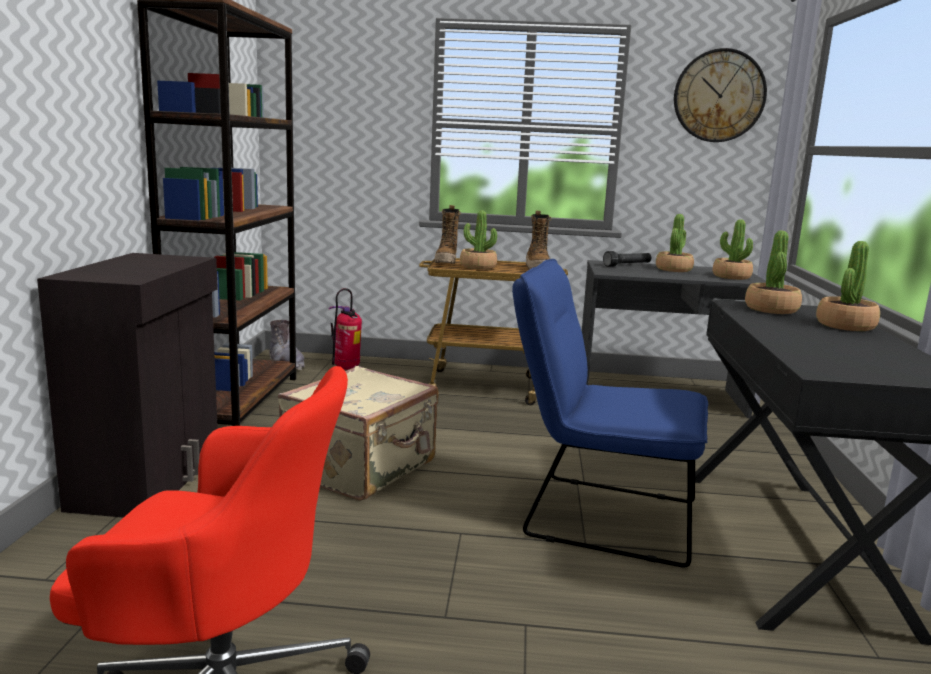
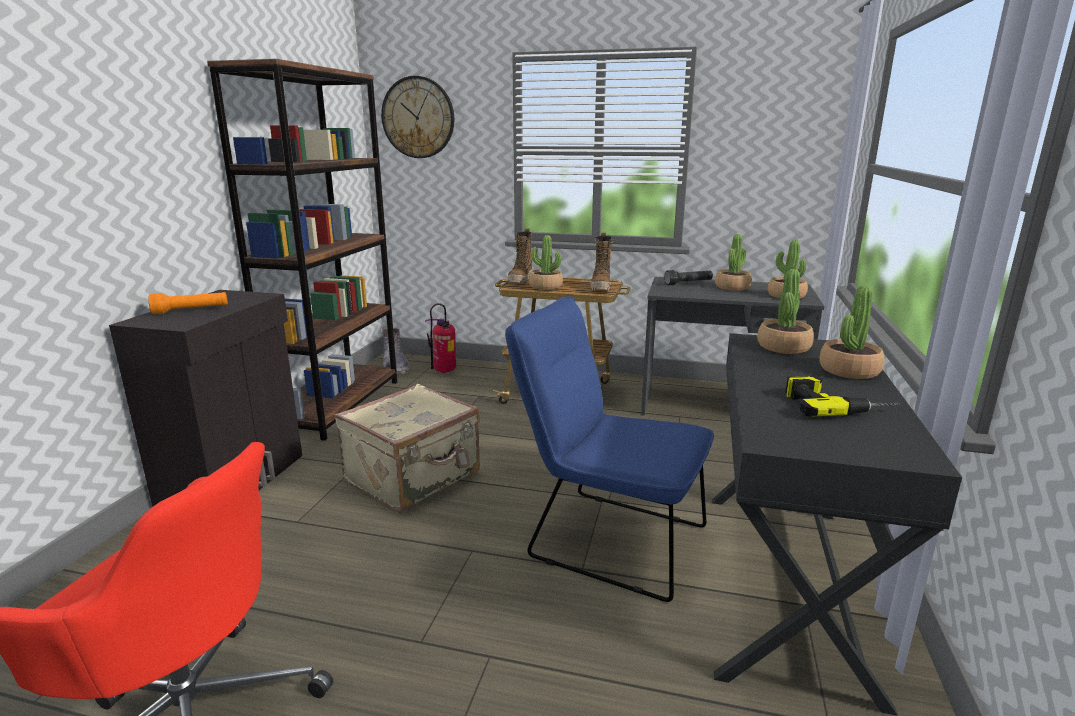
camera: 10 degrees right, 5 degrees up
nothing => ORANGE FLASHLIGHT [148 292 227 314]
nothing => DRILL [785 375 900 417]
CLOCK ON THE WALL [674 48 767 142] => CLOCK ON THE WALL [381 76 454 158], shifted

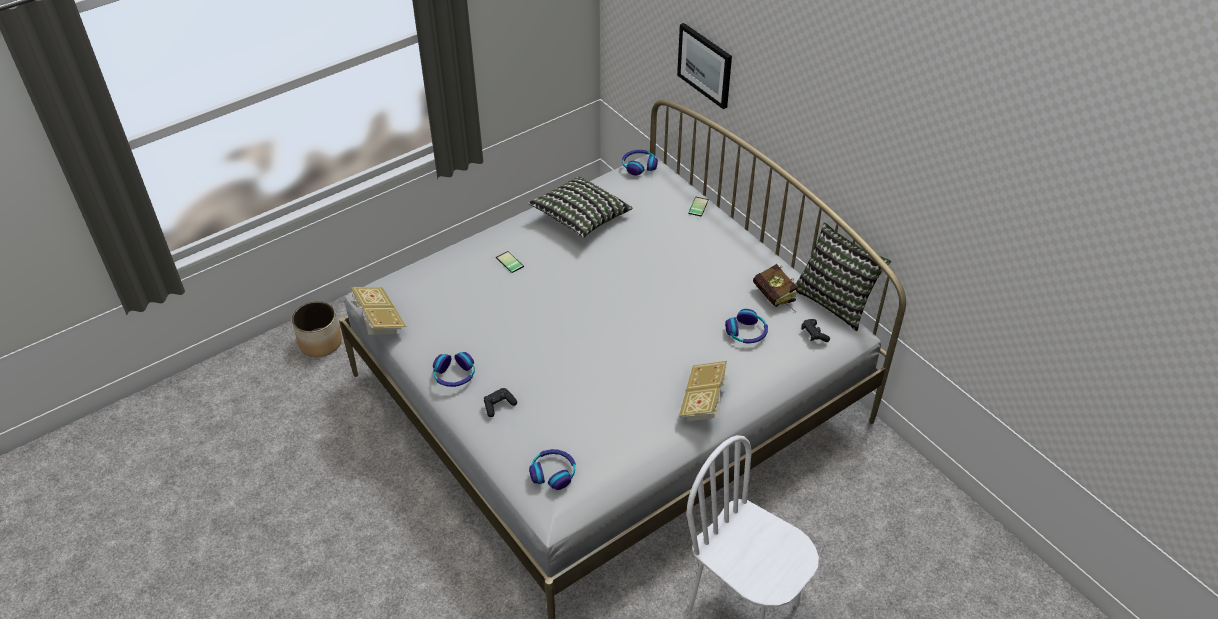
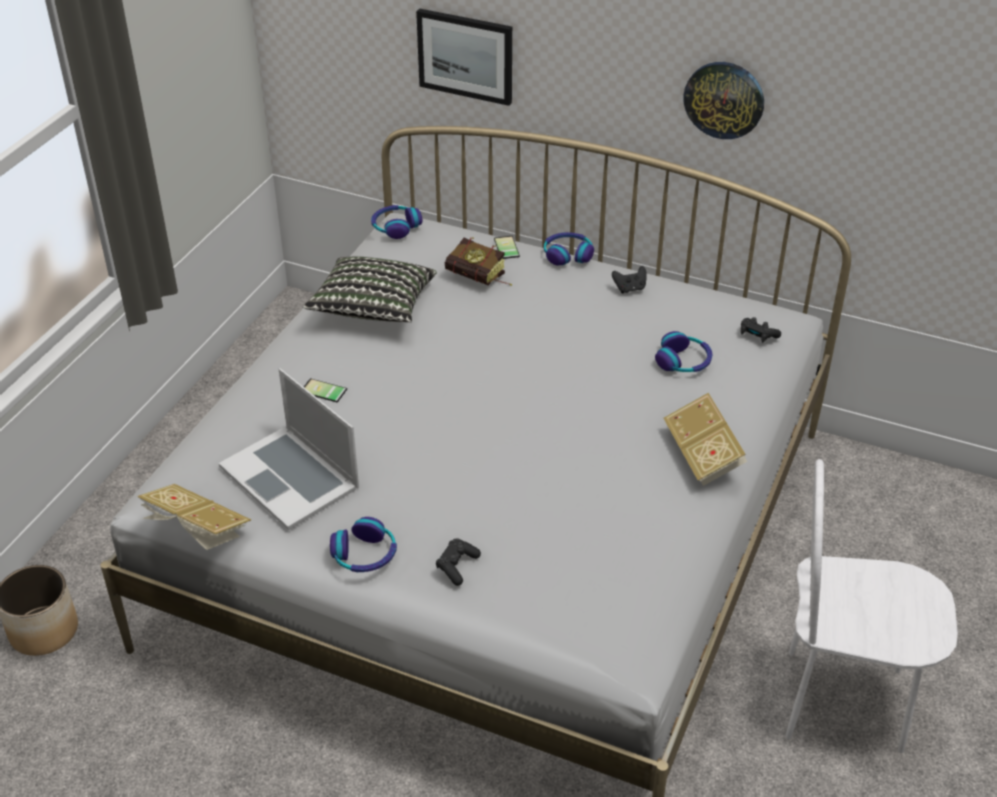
camera: 30 degrees left, 5 degrees down
THROW PILLOW [795 223 891 331] => nothing
nothing => NOTEBOOK COMPUTER [219 368 359 530]
nothing => BLACK JOYPAD [612 266 647 293]
nothing => CLOCK ON THE WALL [683 62 764 139]
HEADPHONES [529 449 575 490] => HEADPHONES [544 232 594 266], shifted
BOUND BOOK [753 264 798 312] => BOUND BOOK [445 237 512 285], shifted

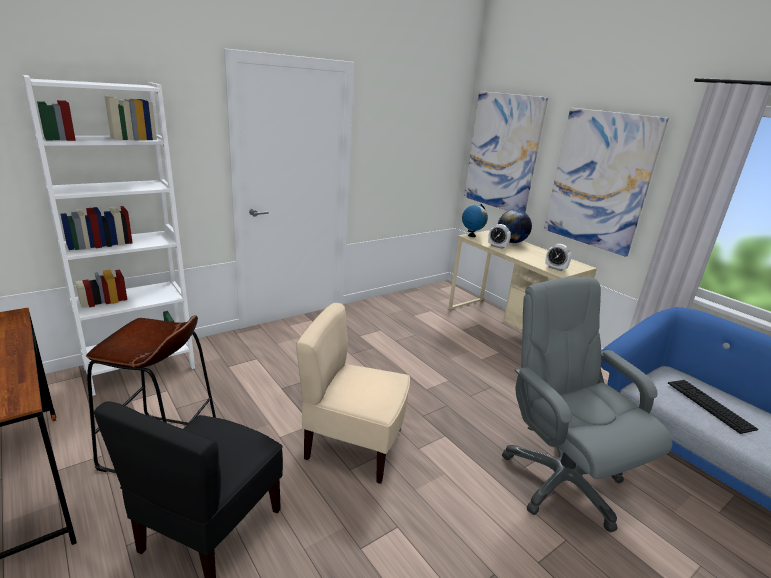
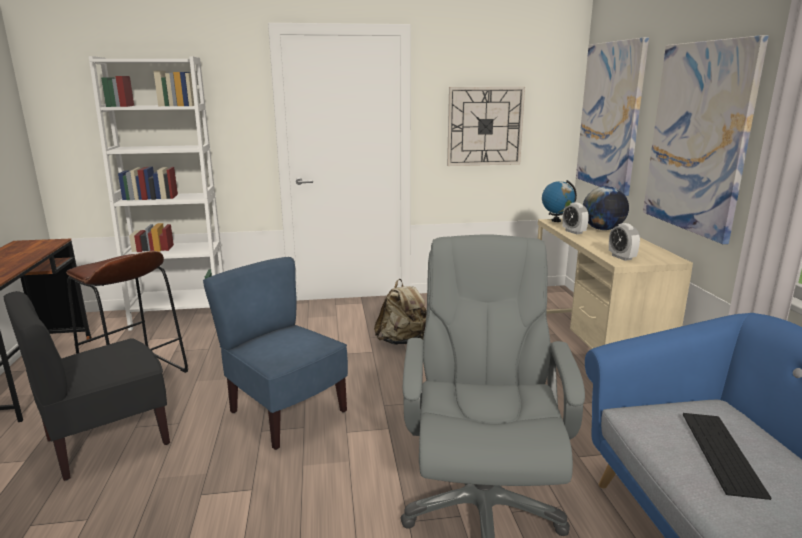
camera: 30 degrees right, 5 degrees down
nothing => BEIGE-COLOURED RUCKSACK [374 279 427 345]
nothing => CLOCK ON THE WALL [447 87 525 166]
BEIGE-COLOURED UPRIGHT CHAIR [296 303 410 484] => BLUE-COLOURED UPRIGHT CHAIR [203 257 348 450]

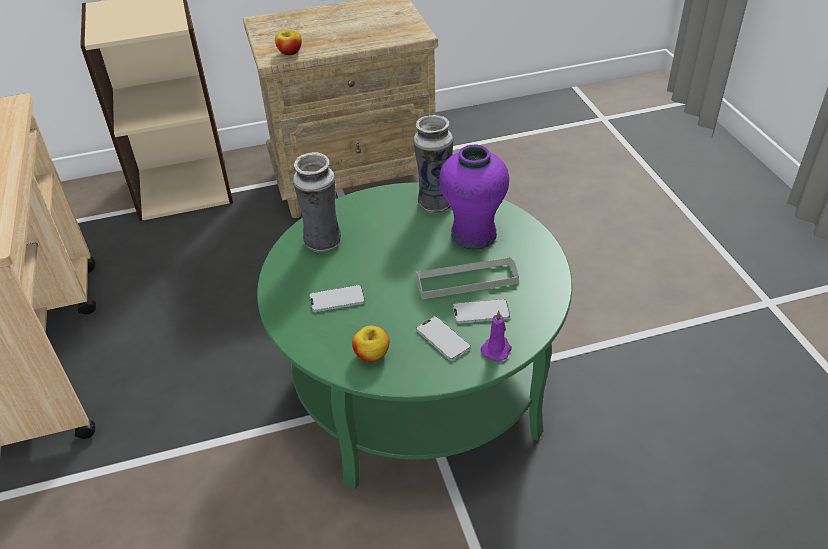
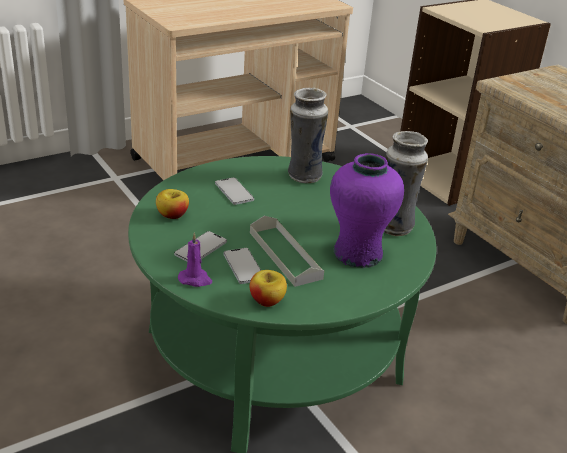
camera: 70 degrees right, 10 degrees down
APPLE FRUIT [275 30 302 55] => APPLE FRUIT [250 270 287 307], shifted

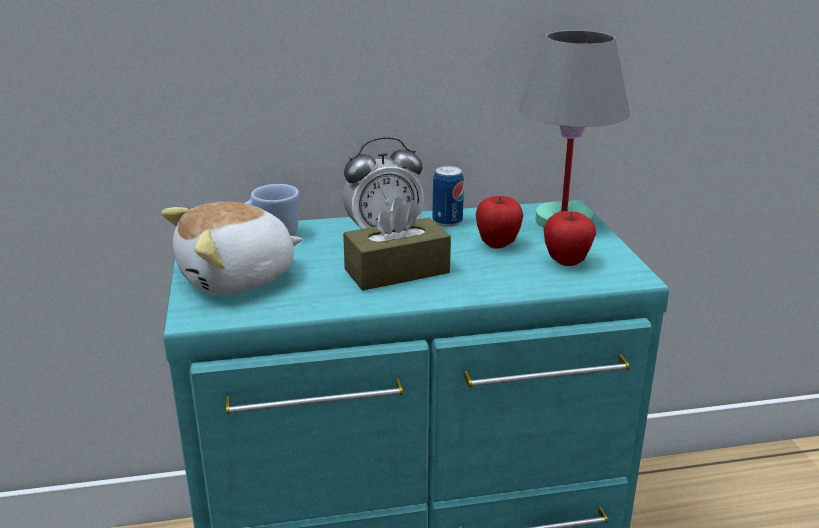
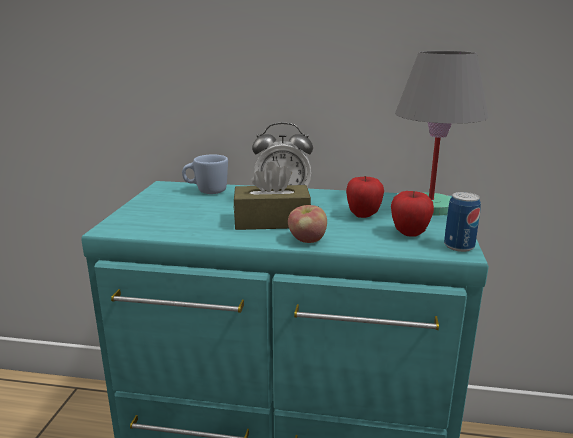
camera: 20 degrees right, 5 degrees down
CUDDLY TOY [161 202 303 295] => nothing
nothing => APPLE FRUIT [288 205 327 243]
CAN [432 166 464 227] => CAN [444 192 481 252], shifted

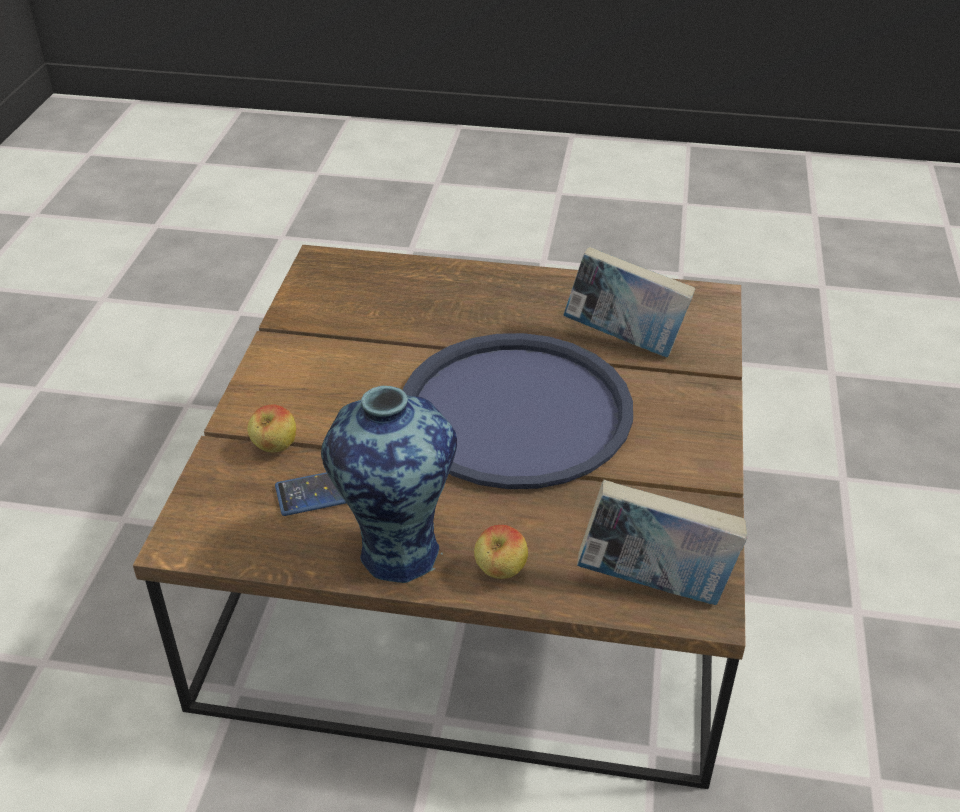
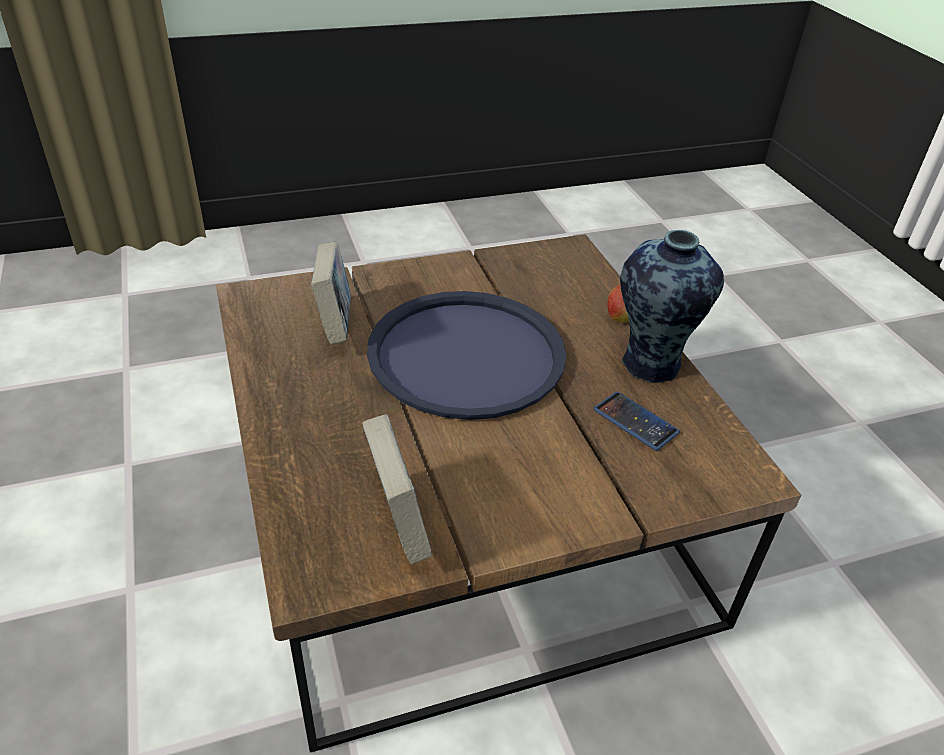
camera: 120 degrees left, 0 degrees up
APPLE FRUIT [247 404 296 452] => nothing
BOUND BOOK [577 480 747 605] => BOUND BOOK [362 415 432 564], shifted

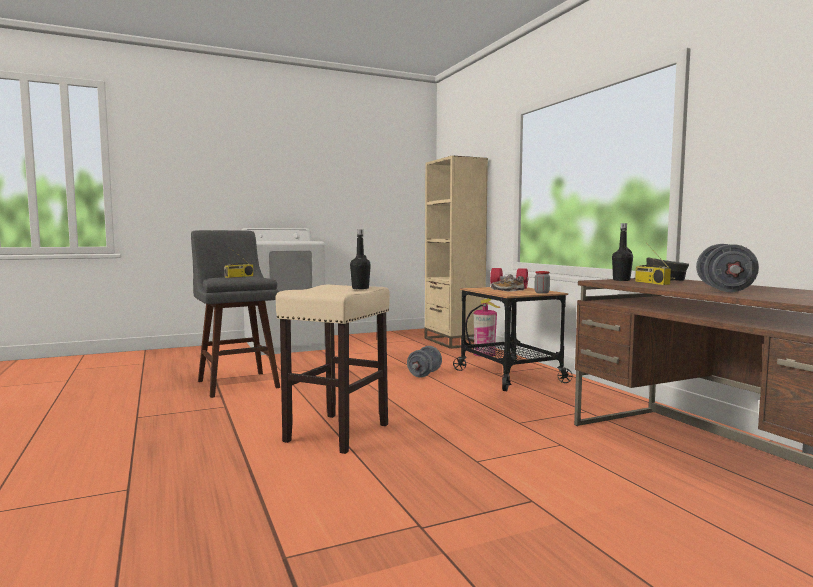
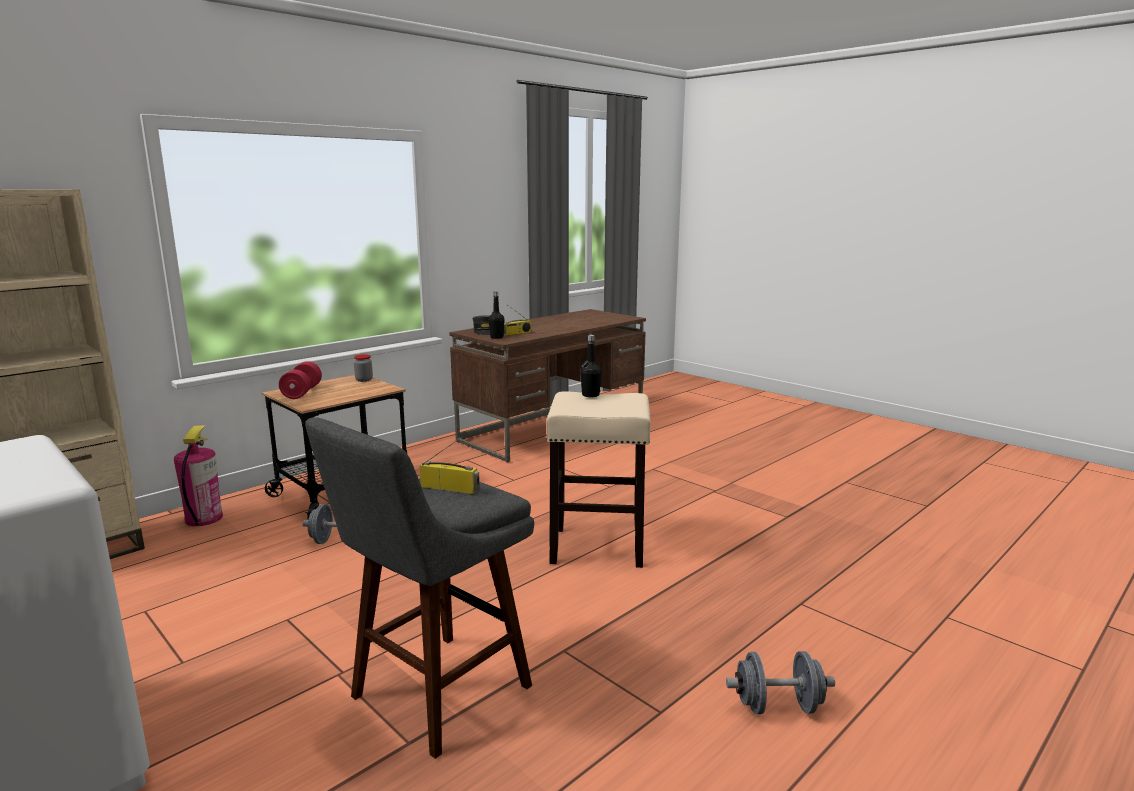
camera: 110 degrees left, 10 degrees up
SHOE [491 274 524 292] => nothing
GREY DUMBBELL [696 244 759 292] => GREY DUMBBELL [726 651 835 714], shifted

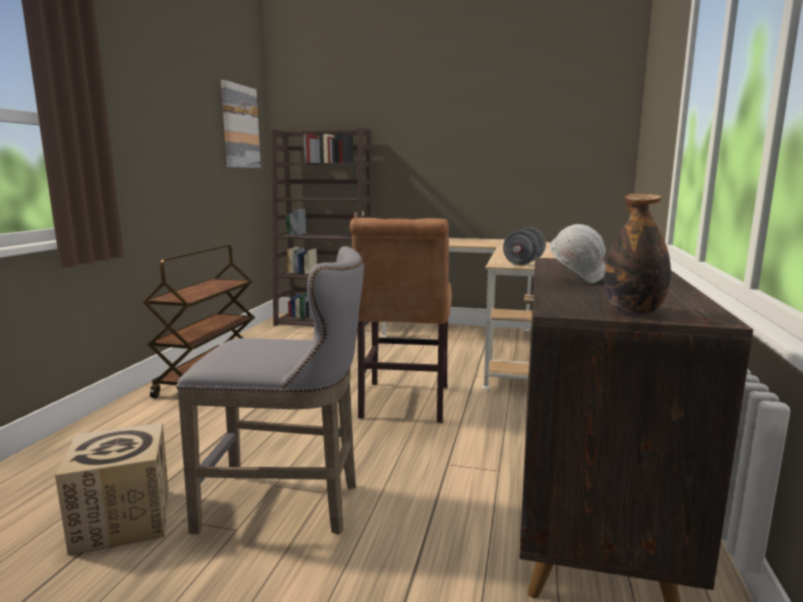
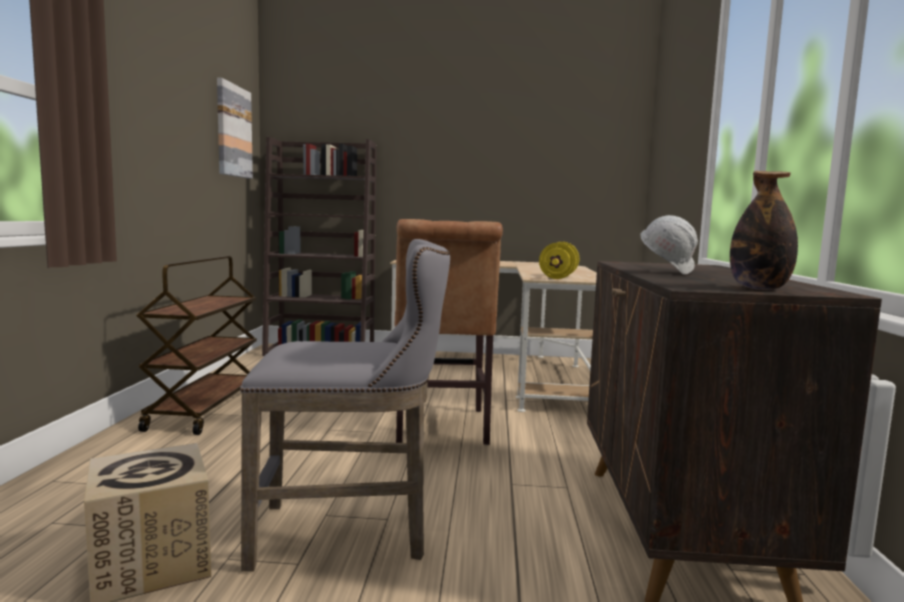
camera: 10 degrees left, 5 degrees down
GREY DUMBBELL [503 227 546 265] => YELLOW DUMBBELL [539 242 579 279]

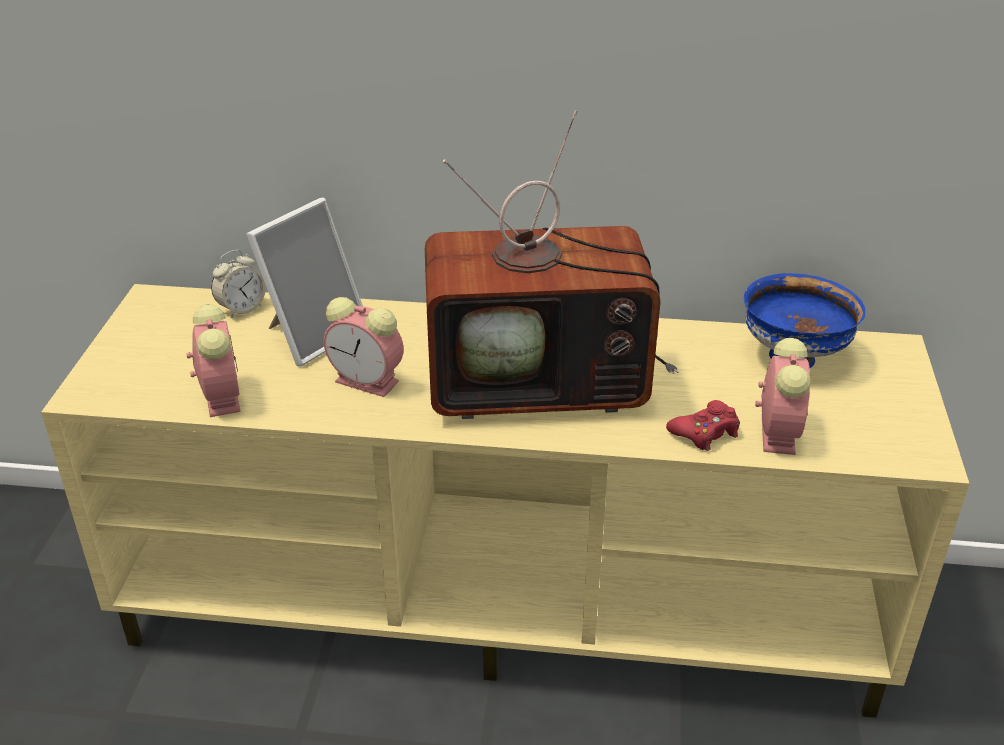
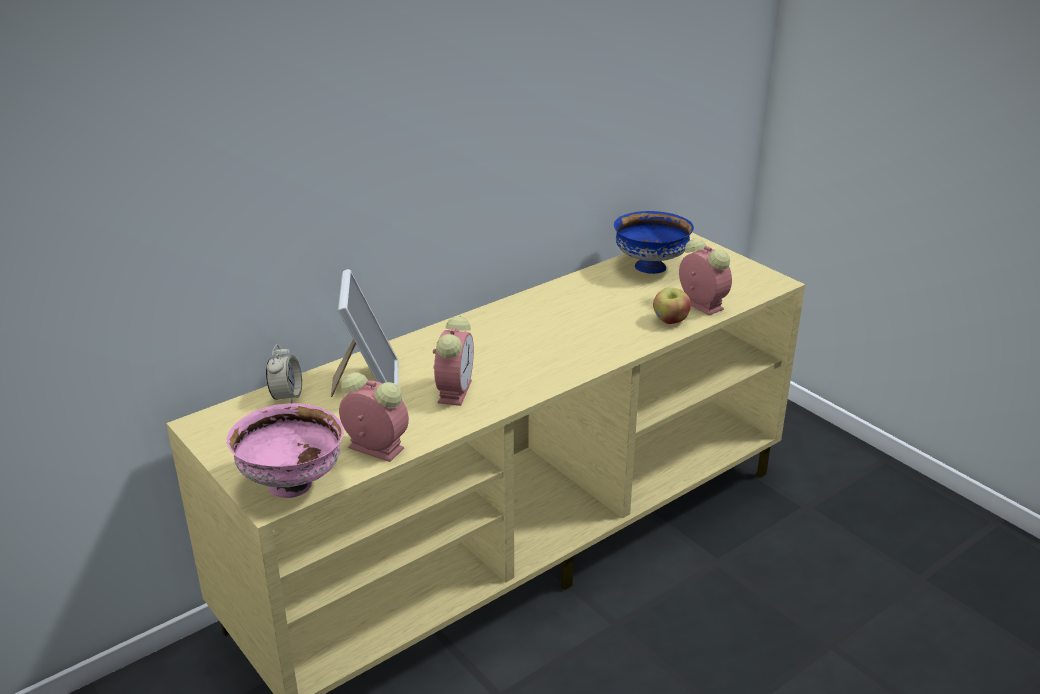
camera: 45 degrees left, 5 degrees down
TV SET [425 110 678 419] => nothing
nothing => PINK-COLOURED SERVING BOWL [227 403 344 498]
RED JOYPAD [666 400 740 451] => APPLE FRUIT [653 288 691 324]
ALARM CLOCK [324 297 404 397] => ALARM CLOCK [433 316 474 406], 60 degrees counterclockwise

